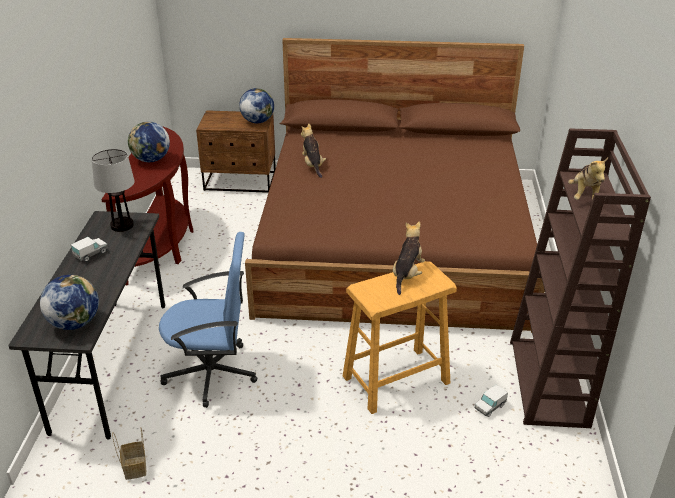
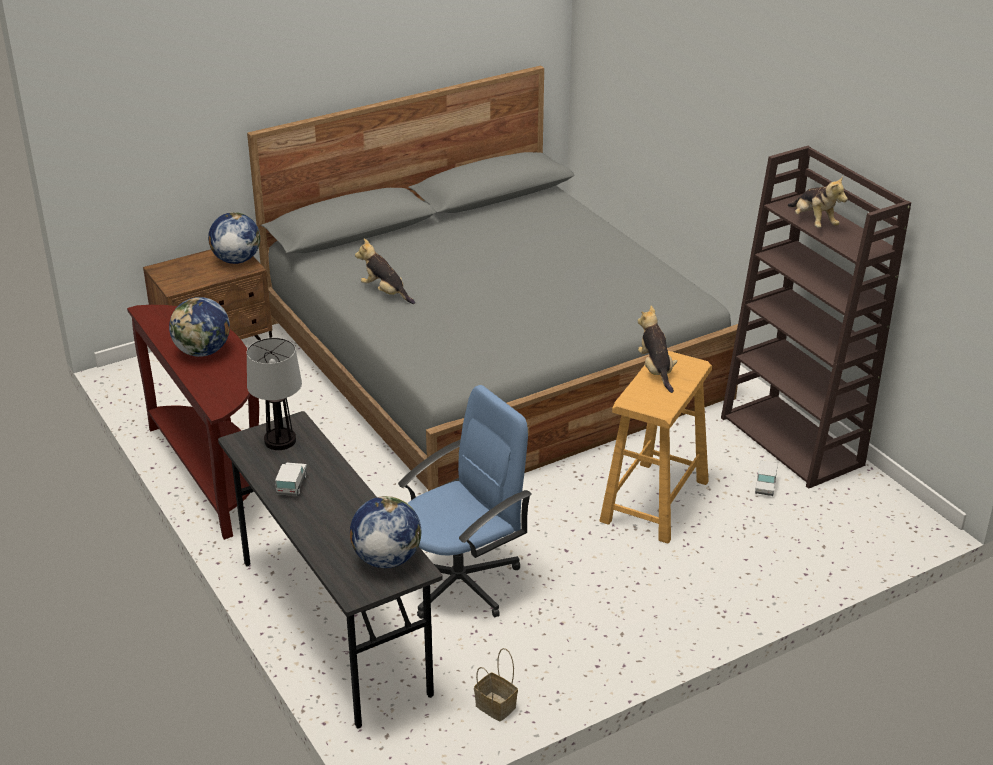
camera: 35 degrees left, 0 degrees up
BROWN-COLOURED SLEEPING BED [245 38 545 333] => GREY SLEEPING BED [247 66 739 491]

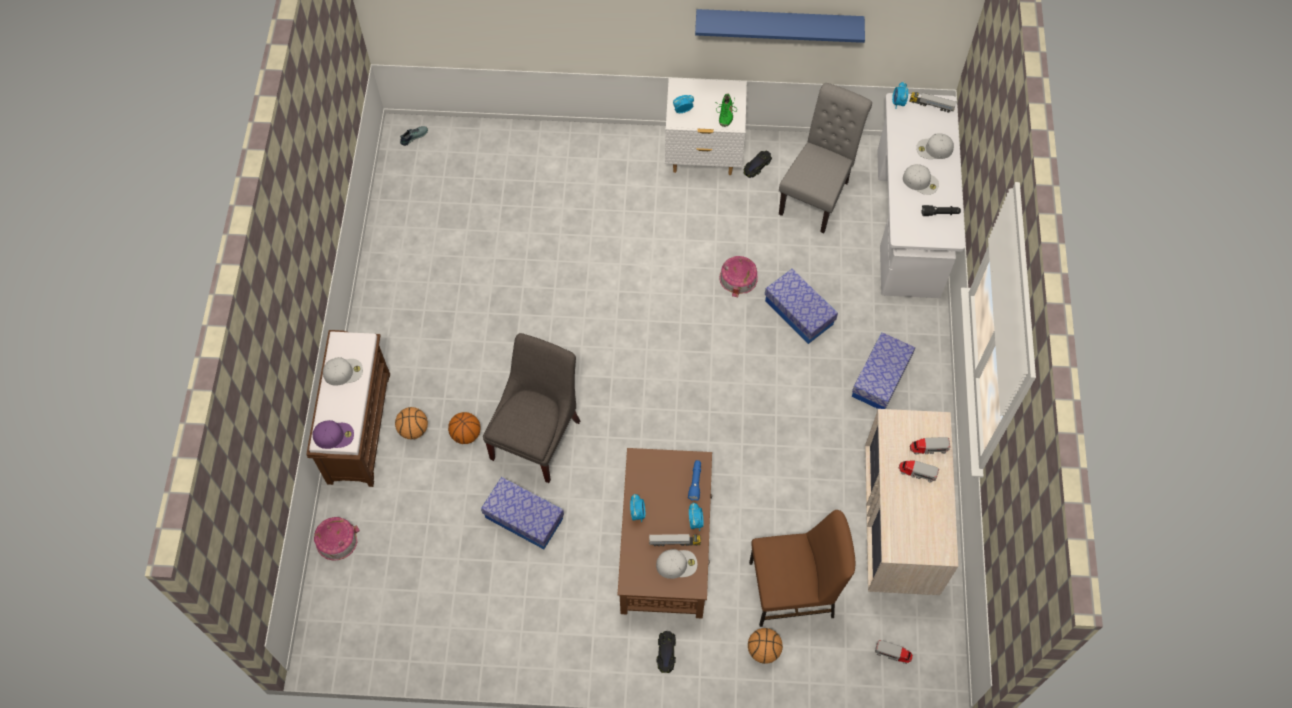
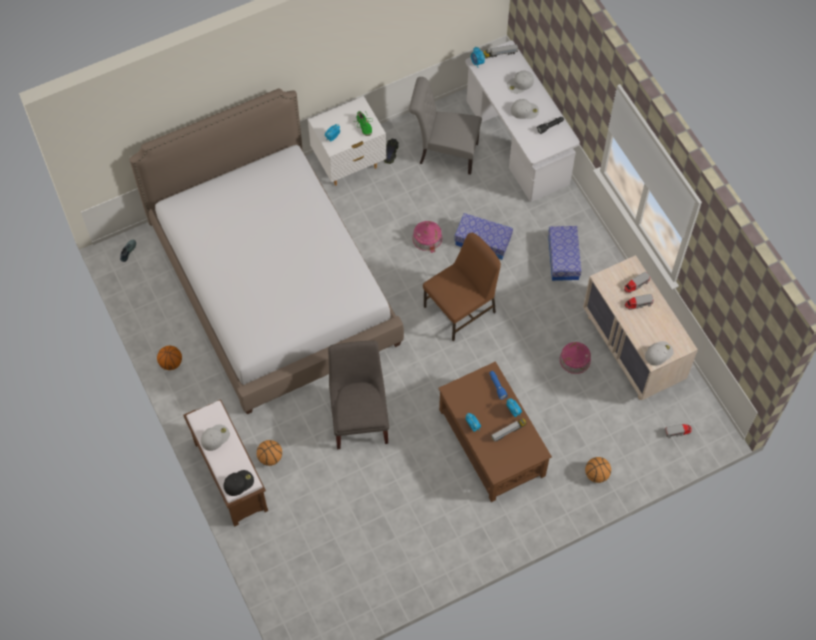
camera: 30 degrees left, 0 degrees up
STORAGE BOX [481 477 564 549] => nothing
BLACK MINIATURE CAR [656 631 676 673] => nothing
BLUE-COLOURED WALL SHELF [695 9 865 43] => nothing
nothing => SLEEPING BED [129 89 404 414]
MINIATURE HOUSE [314 517 360 561] => MINIATURE HOUSE [560 342 591 374], shifted
BASKETBALL BALL [448 412 480 444] => BASKETBALL BALL [157 346 182 370], shifted
WHITE-COLOURED PEAKED CAP [656 549 697 579] => WHITE-COLOURED PEAKED CAP [645 341 674 366], shifted
BROWN-COLOURED UPRIGHT CHAIR [749 510 855 627] => BROWN-COLOURED UPRIGHT CHAIR [423 233 501 341], shifted
PURPLE PEAKED CAP [313 420 354 449] => BLACK PEAKED CAP [224 470 254 496]
GREY UPRIGHT CHAIR [779 83 872 233] => GREY UPRIGHT CHAIR [409 77 482 175], 75 degrees counterclockwise

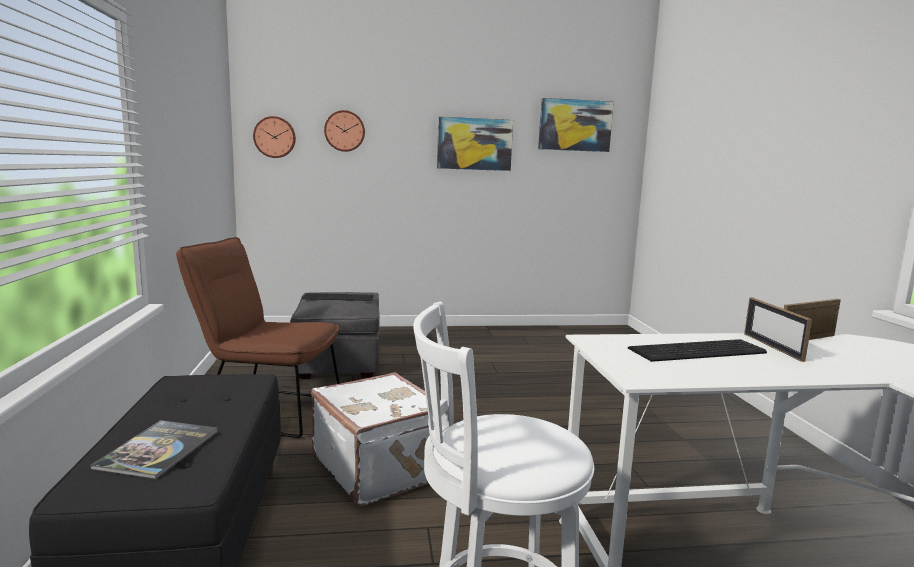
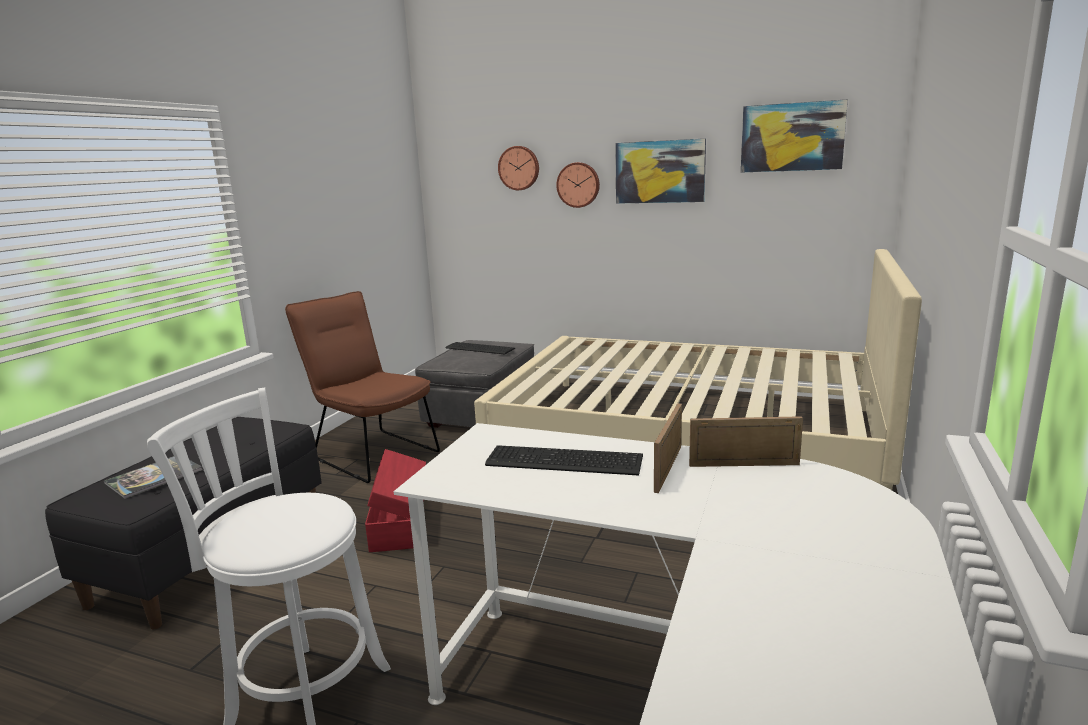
camera: 30 degrees right, 5 degrees up
nothing => BEIGE-COLOURED SLEEPING BED [474 249 922 490]
CLOCK ON THE WALL [253 116 296 158] => CLOCK ON THE WALL [556 162 600 208], shifted
WHITE-COLOURED SUITCASE [311 372 430 506] => RED STORAGE BOX [365 449 426 552]

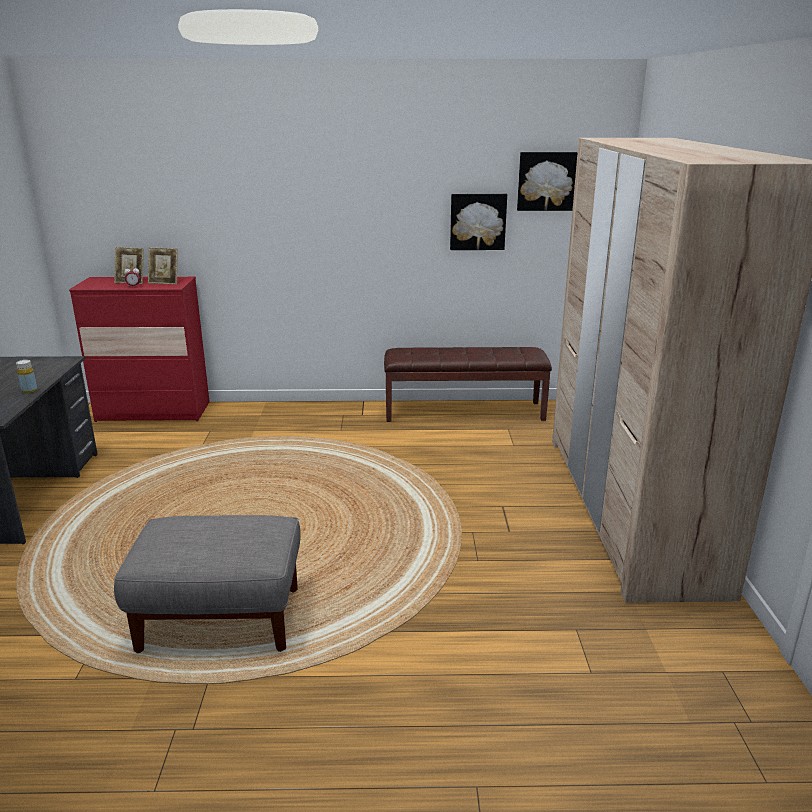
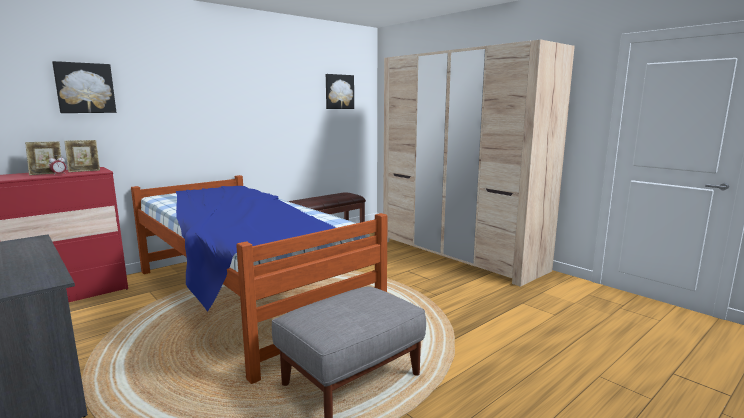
camera: 40 degrees left, 10 degrees down
YELLOW BEVERAGE BOTTLE [16 360 37 393] => nothing
nothing => SLEEPING BED [131 175 388 384]
WALL PICTURE [450 194 507 250] => WALL PICTURE [52 61 116 113], shifted

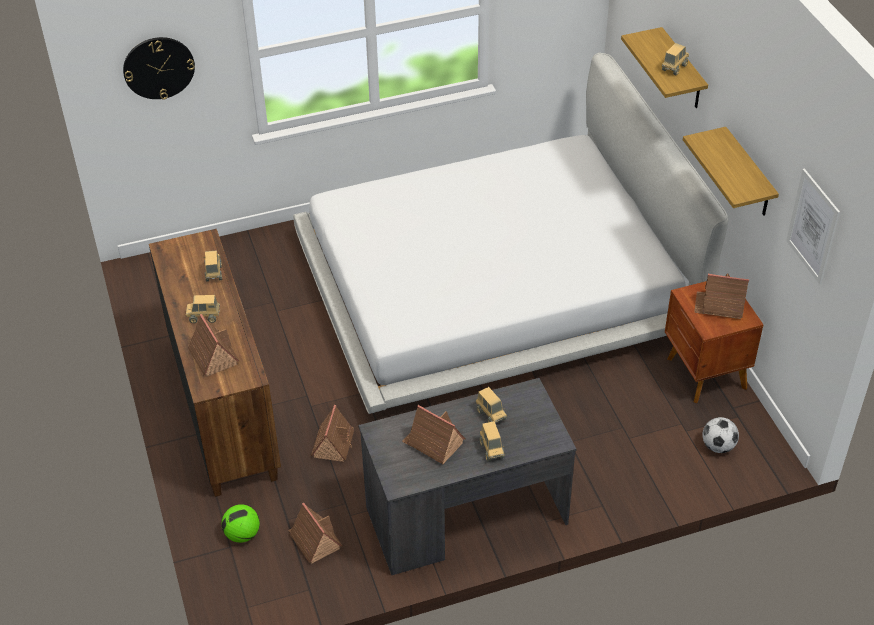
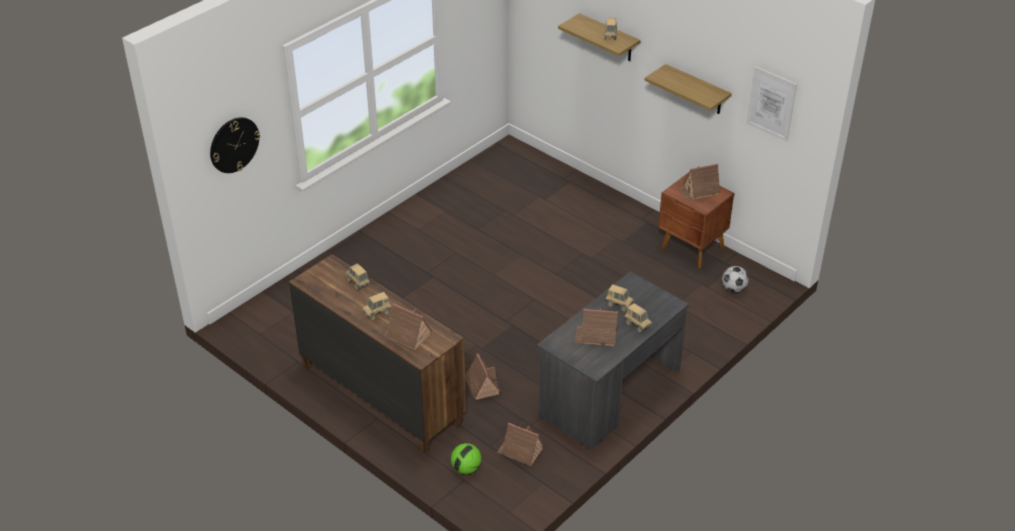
camera: 30 degrees left, 5 degrees down
WHITE-COLOURED SLEEPING BED [293 53 728 414] => nothing

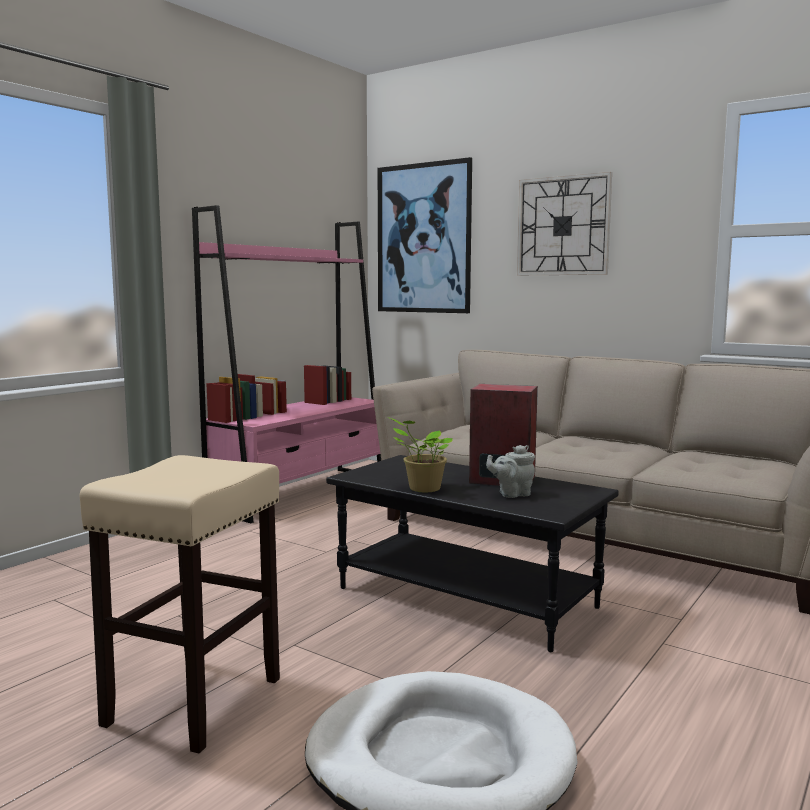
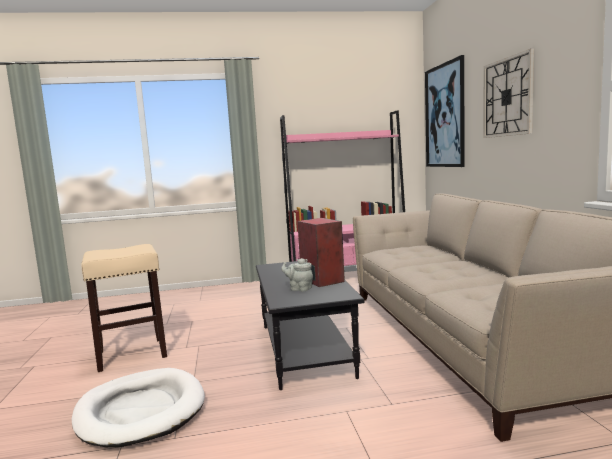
camera: 45 degrees right, 0 degrees up
HOUSEPLANT [388 417 453 492] => nothing

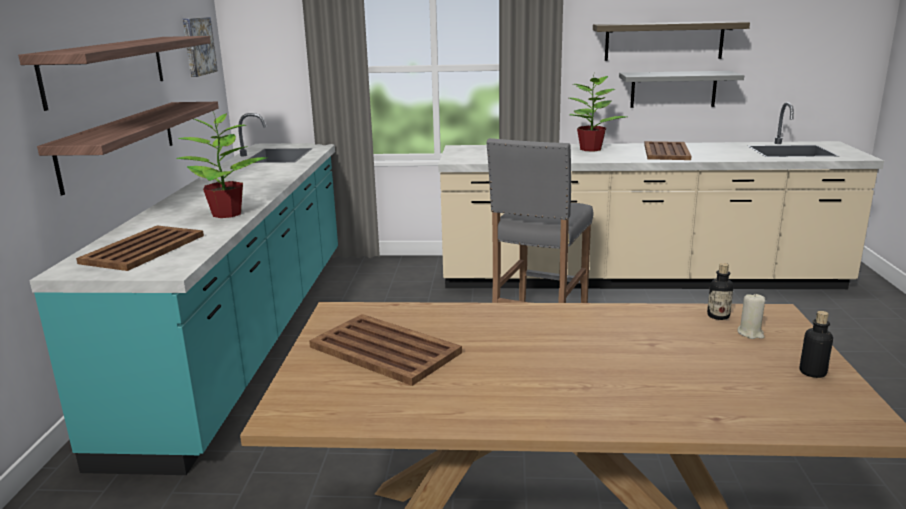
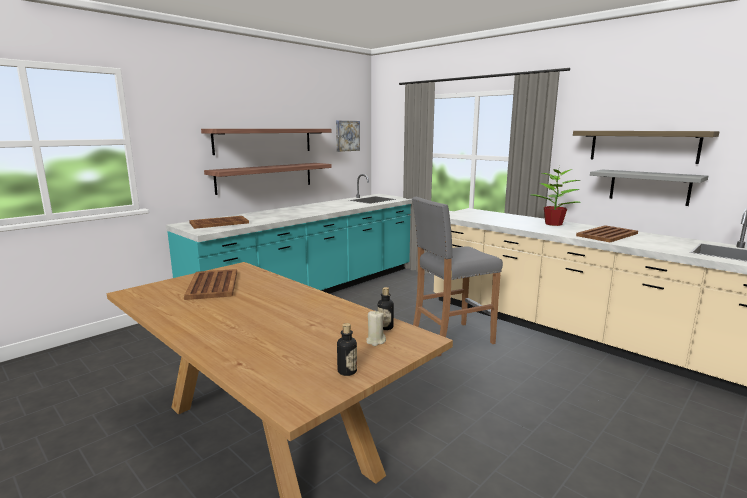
camera: 40 degrees right, 5 degrees down
HOUSEPLANT [176 112 267 218] => nothing

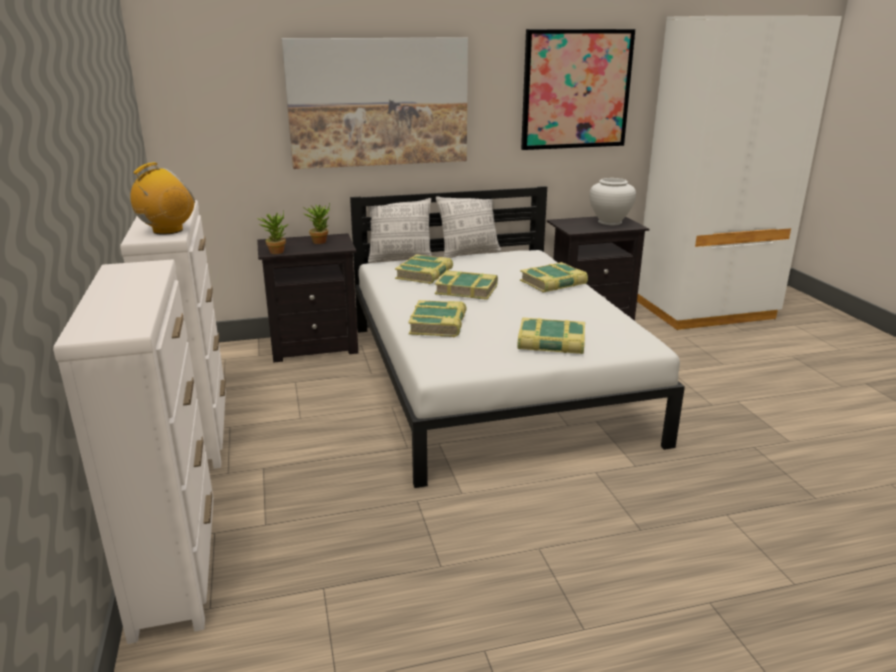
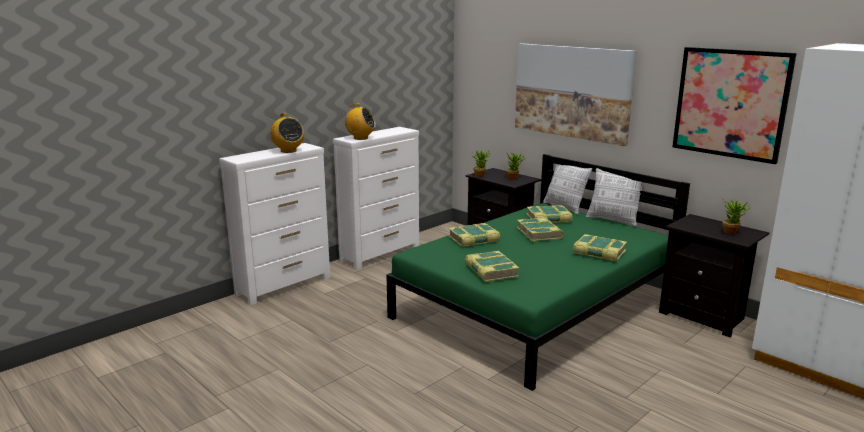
camera: 60 degrees right, 5 degrees down
nothing => RADIO SET [270 113 304 153]
WHITE-COLOURED VASE [590 178 636 225] => HOUSEPLANT [722 199 751 234]
WHITE-COLOURED SLEEPING BED [350 186 685 488] => GREEN-COLOURED SLEEPING BED [386 154 690 391]

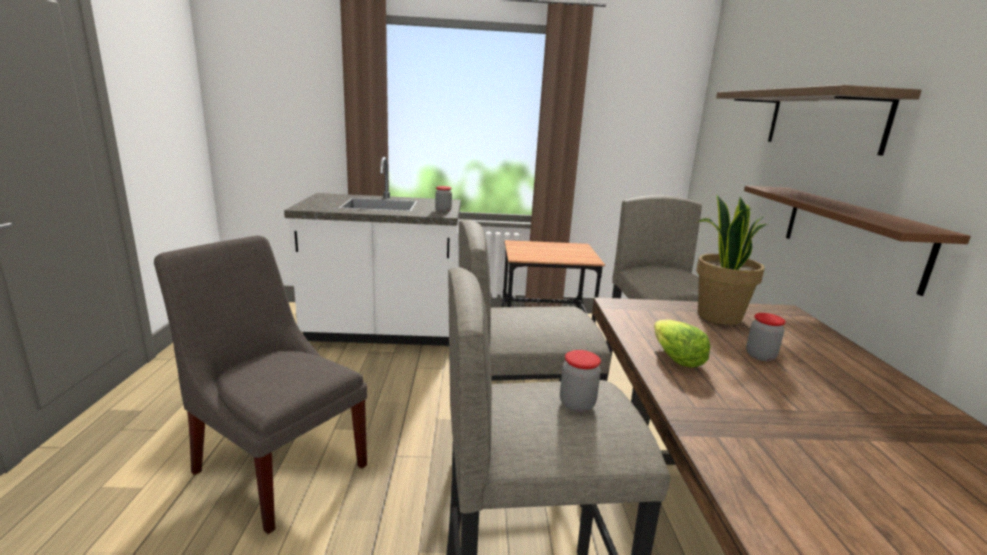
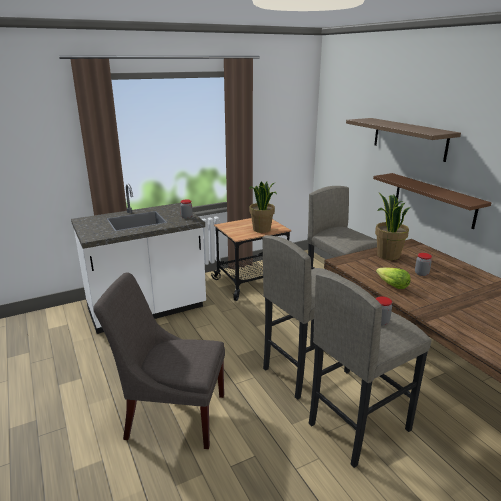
camera: 25 degrees left, 5 degrees up
nothing => HOUSEPLANT [249 182 277 233]

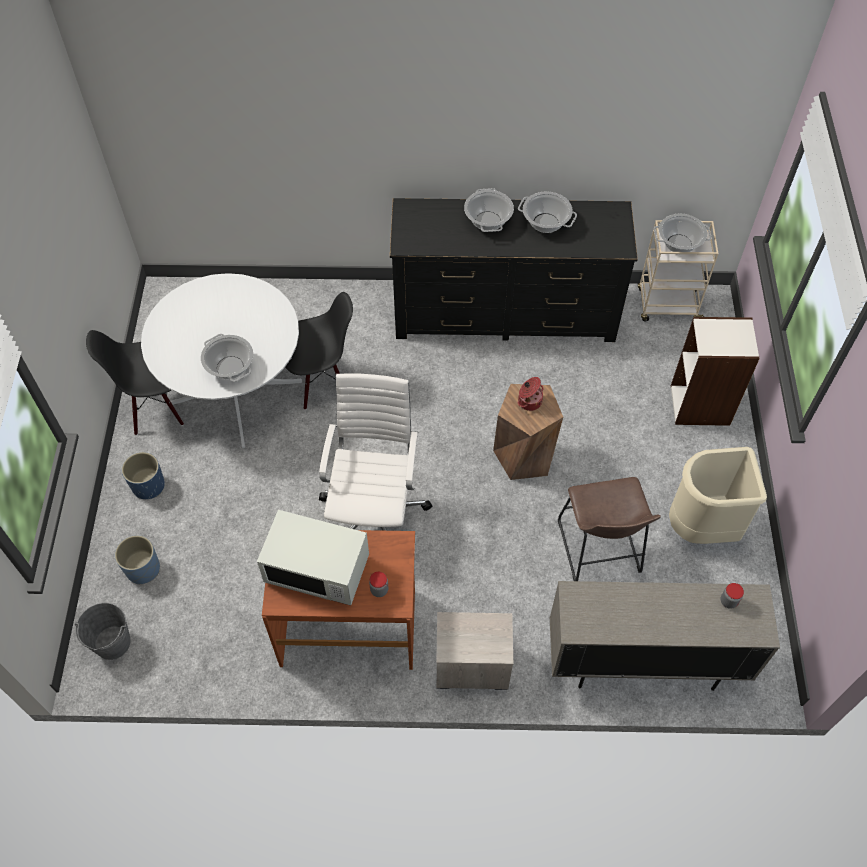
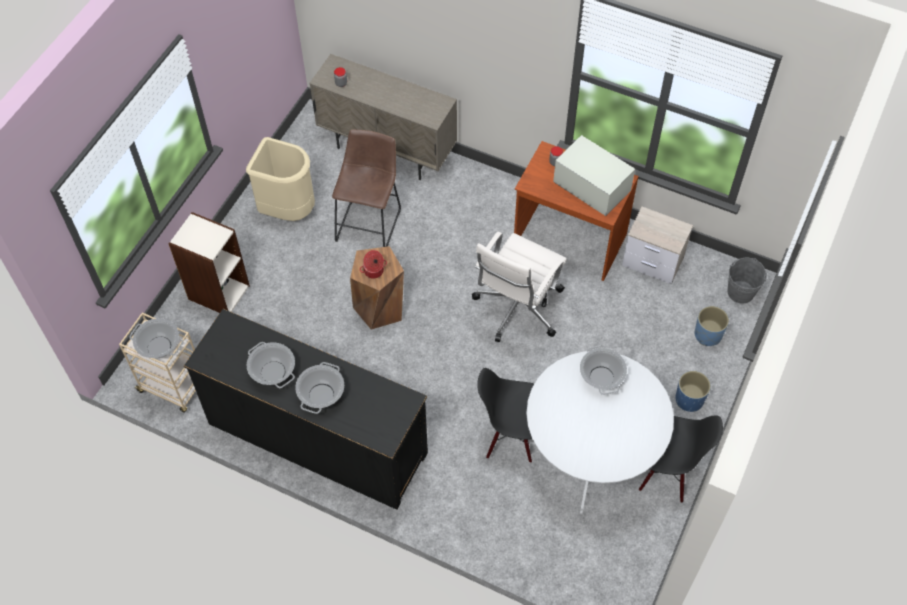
camera: 155 degrees left, 0 degrees up
NIGHT TABLE [436 612 513 690] => NIGHT TABLE [622 207 693 284], shifted

